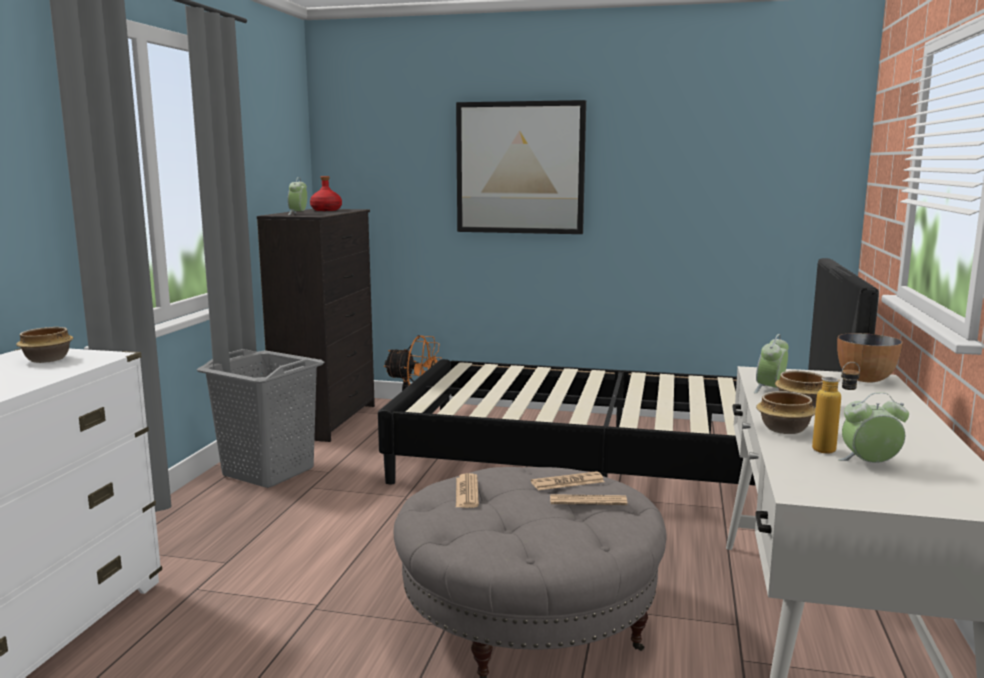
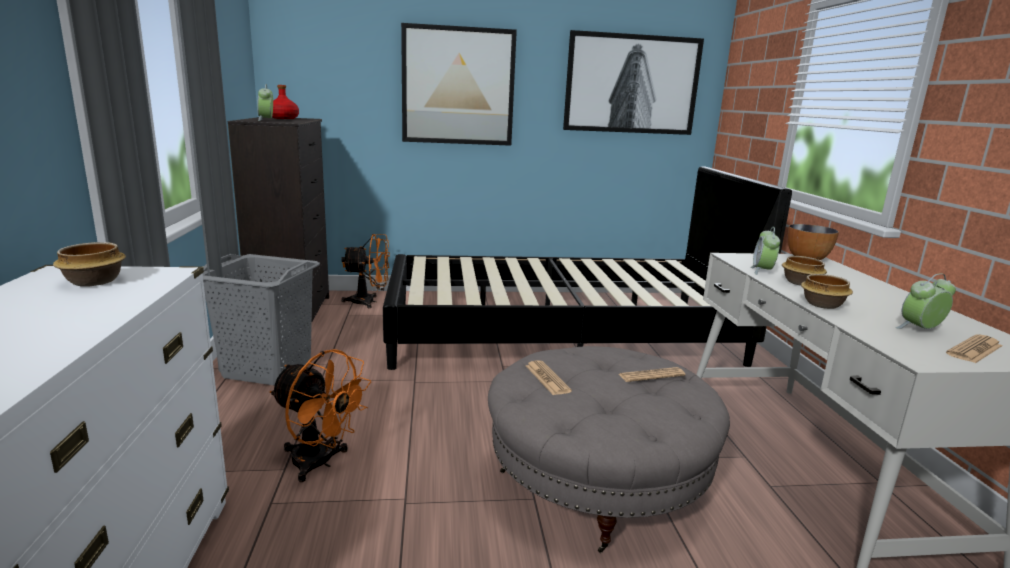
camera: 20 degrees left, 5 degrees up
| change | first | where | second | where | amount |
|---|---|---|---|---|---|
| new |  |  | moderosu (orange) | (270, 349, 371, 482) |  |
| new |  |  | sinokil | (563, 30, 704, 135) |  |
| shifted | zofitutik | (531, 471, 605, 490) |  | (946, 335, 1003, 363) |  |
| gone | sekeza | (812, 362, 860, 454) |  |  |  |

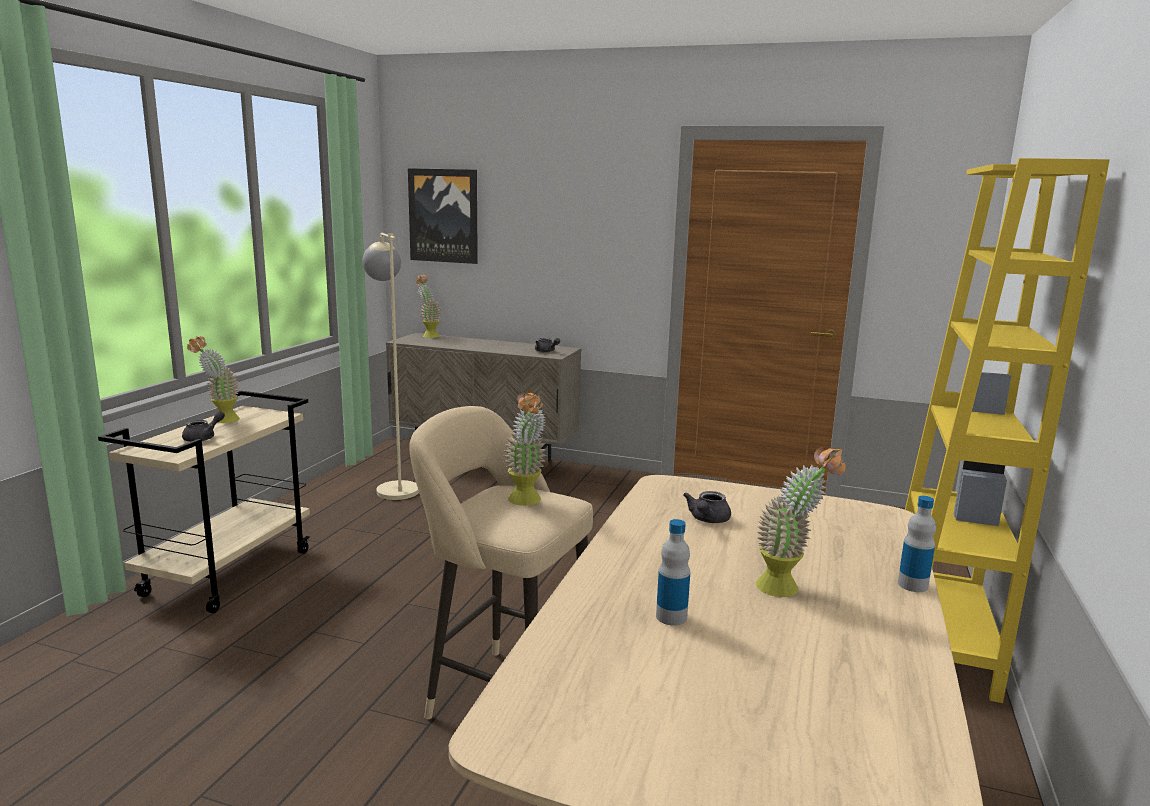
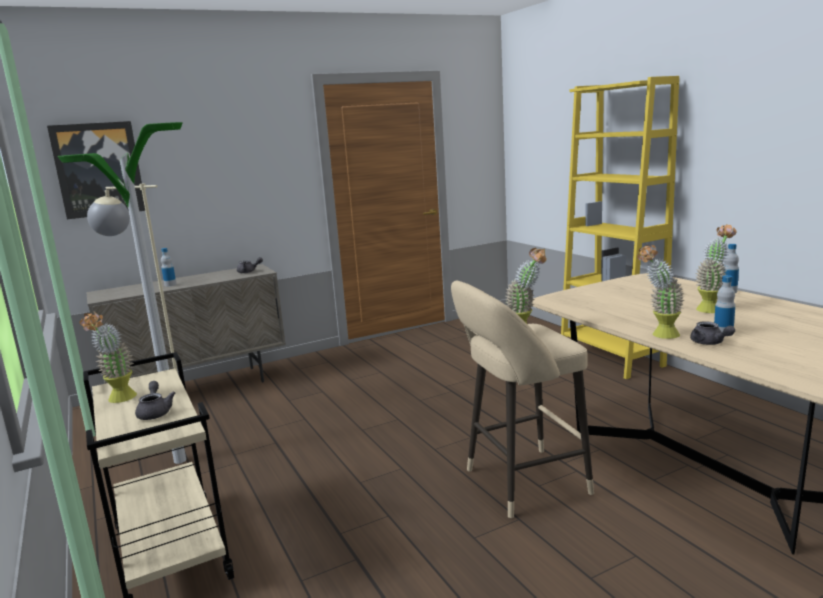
camera: 45 degrees left, 0 degrees up
| change | first | where | second | where | amount |
|---|---|---|---|---|---|
| new |  |  | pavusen | (57, 122, 186, 464) |  |
| new |  |  | sekeza | (161, 248, 176, 287) |  |
| shifted | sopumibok | (416, 275, 441, 338) |  | (637, 245, 685, 339) |  |
| shifted | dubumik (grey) | (683, 491, 731, 523) |  | (690, 322, 735, 345) |  |

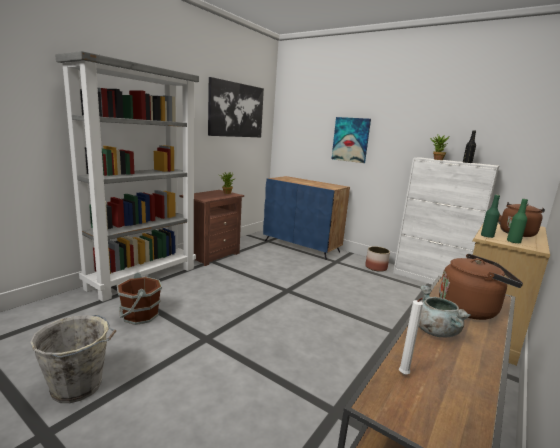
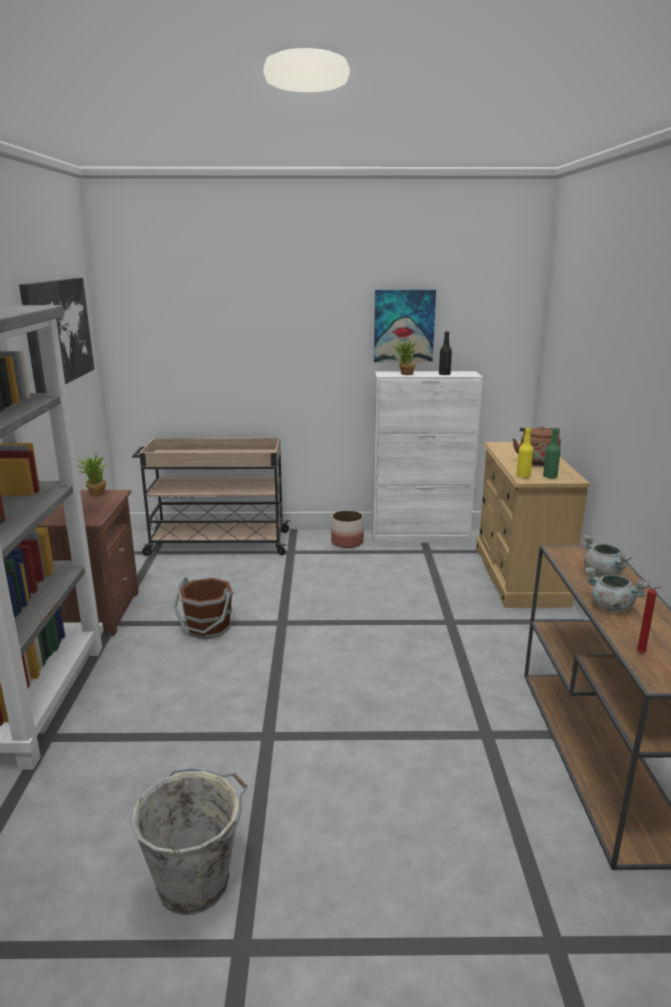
camera: 35 degrees left, 5 degrees up
| change | first | where | second | where | amount |
|---|---|---|---|---|---|
| swapped | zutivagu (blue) | (263, 176, 350, 260) | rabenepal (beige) | (132, 438, 290, 556) |  |
| shifted | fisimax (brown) | (117, 272, 162, 325) |  | (173, 577, 234, 639) |  |
| shifted | sinokil | (332, 117, 371, 163) |  | (374, 290, 436, 362) |  |
| repainted | sekeza (green) | (481, 195, 500, 238) | sekeza (yellow) | (516, 427, 533, 478) |  |
| swapped | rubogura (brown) | (439, 254, 523, 320) | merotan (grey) | (583, 535, 632, 576) |  |
| repainted | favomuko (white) | (399, 298, 423, 375) | favomuko (red) | (637, 587, 661, 653) |  |

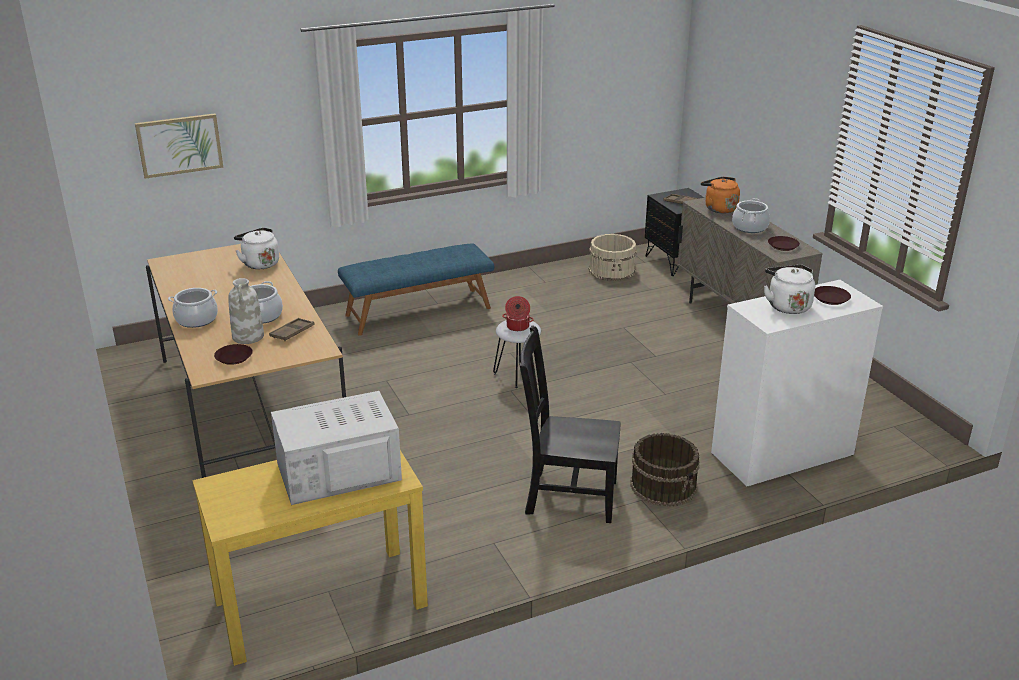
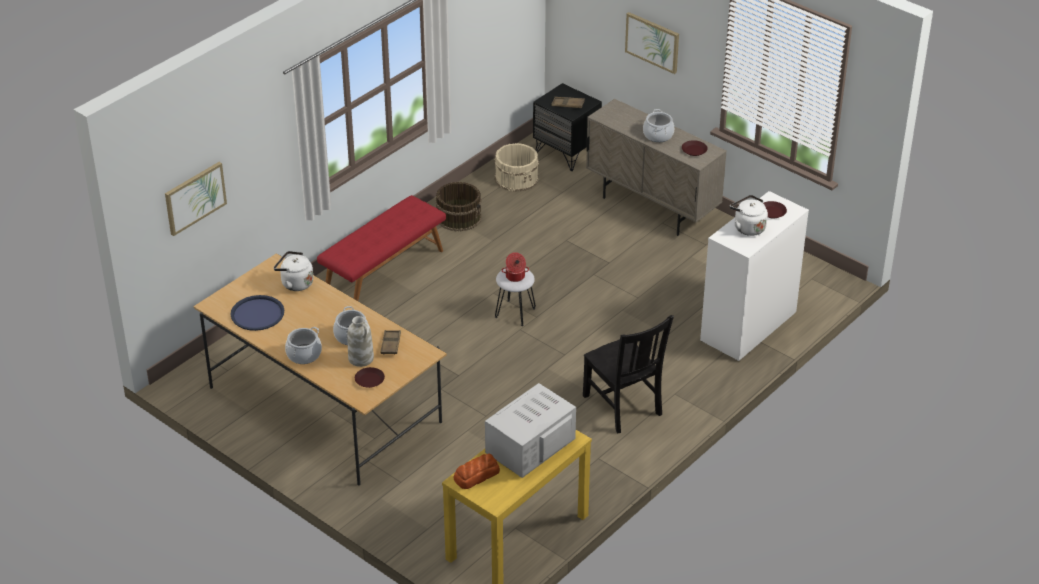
camera: 25 degrees left, 10 degrees up
| change | first | where | second | where | amount |
|---|---|---|---|---|---|
| new |  |  | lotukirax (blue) | (231, 295, 284, 331) |  |
| repainted | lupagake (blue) | (338, 243, 494, 336) | lupagake (red) | (317, 195, 446, 301) |  |
| shifted | fisimax (brown) | (630, 433, 700, 507) |  | (435, 182, 482, 232) |  |
| new |  |  | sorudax | (453, 453, 500, 489) |  |
| rotated | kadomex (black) | (519, 325, 621, 523) |  | (583, 315, 674, 434) | 105 degrees counterclockwise |
| new |  |  | sinokil | (625, 12, 679, 74) |  |
| gone | rubogura (orange) | (701, 177, 740, 213) |  |  |  |

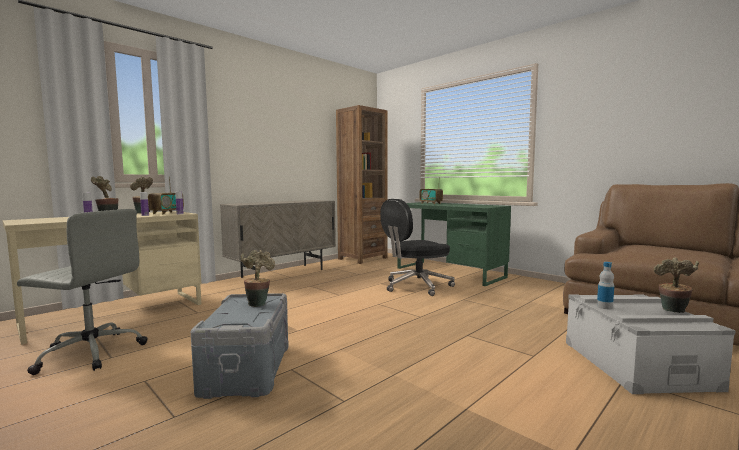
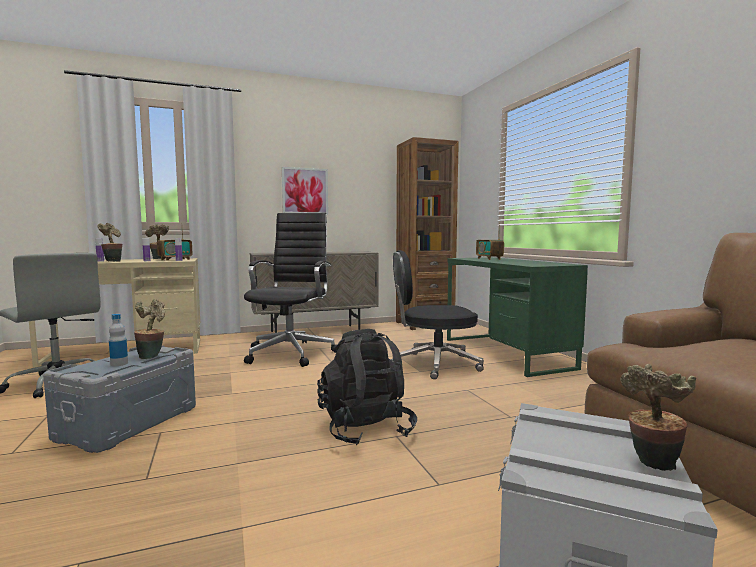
camera: 25 degrees right, 0 degrees up
| change | first | where | second | where | amount |
|---|---|---|---|---|---|
| shifted | sekeza | (597, 262, 614, 309) |  | (109, 314, 128, 366) |  |
| new |  |  | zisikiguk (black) | (244, 213, 337, 367) |  |
| new |  |  | sinokil | (282, 167, 328, 215) |  |
| new |  |  | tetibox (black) | (317, 329, 417, 445) |  |

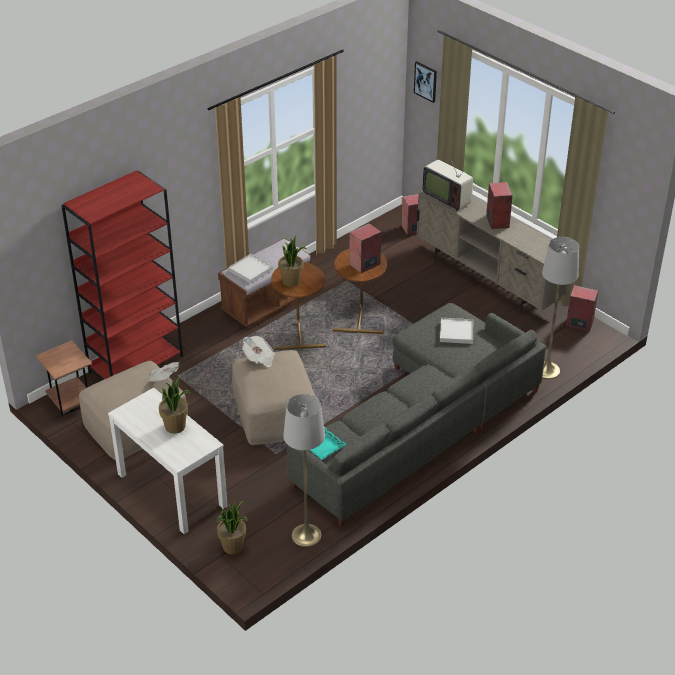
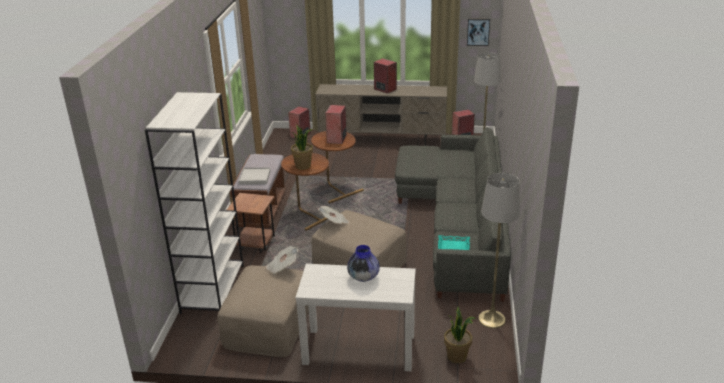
camera: 40 degrees left, 10 degrees down
| change | first | where | second | where | amount |
|---|---|---|---|---|---|
| repainted | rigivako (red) | (61, 170, 183, 380) | rigivako (white) | (145, 92, 244, 314) |  |
| shifted | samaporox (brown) | (35, 340, 92, 416) |  | (227, 193, 275, 253) |  |
| swapped | sopumibok | (159, 377, 191, 434) | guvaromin | (347, 245, 380, 282) |  |
| shifted | sinokil | (414, 61, 437, 103) |  | (467, 19, 490, 46) |  |
| gone | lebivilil | (423, 150, 473, 211) |  |  |  |
| gone | lotukirax (white) | (440, 318, 474, 344) |  |  |  |

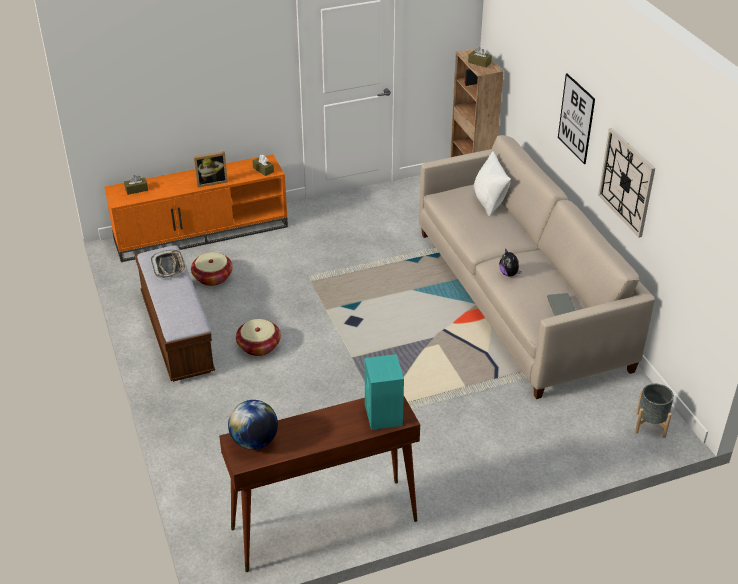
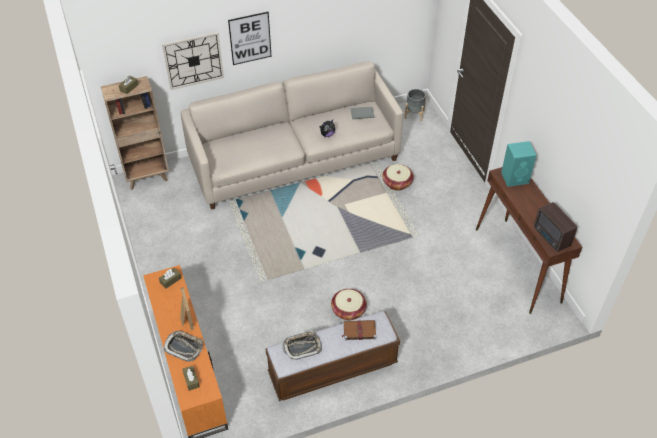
camera: 90 degrees left, 10 degrees up
| change | first | where | second | where | amount |
|---|---|---|---|---|---|
| shifted | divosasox | (598, 128, 655, 238) |  | (162, 32, 224, 90) |  |
| new |  |  | lotukirax | (164, 331, 203, 362) |  |
| new |  |  | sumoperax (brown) | (341, 320, 376, 341) |  |
| shifted | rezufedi | (191, 252, 233, 286) |  | (382, 164, 414, 191) |  |
| swapped | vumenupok | (228, 400, 278, 450) | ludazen | (534, 202, 577, 252) |  |
| gone | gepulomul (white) | (474, 151, 511, 216) |  |  |  |

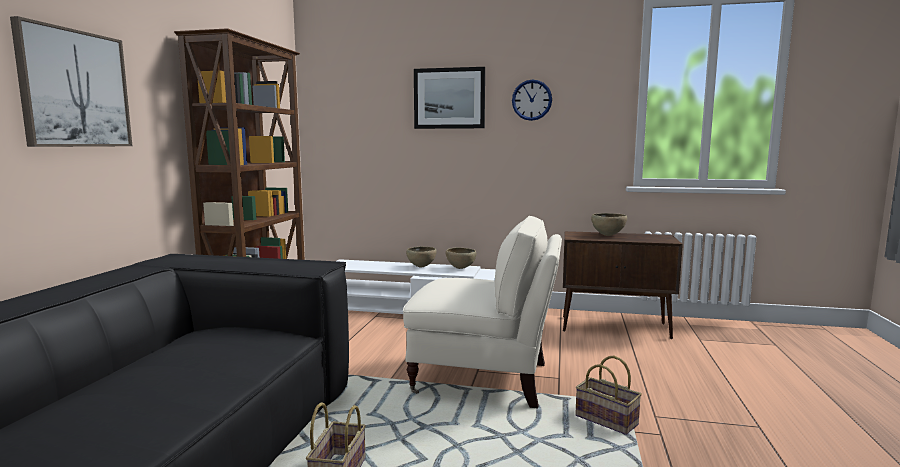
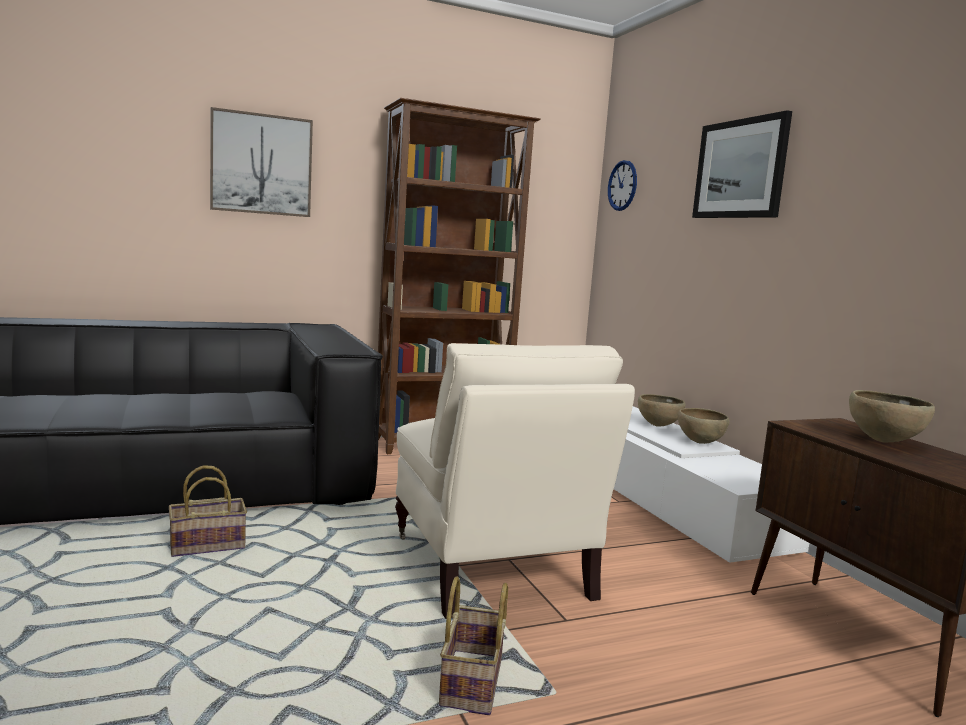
camera: 55 degrees right, 0 degrees up
| change | first | where | second | where | amount |
|---|---|---|---|---|---|
| shifted | divosasox | (512, 79, 552, 121) |  | (608, 160, 637, 211) |  |

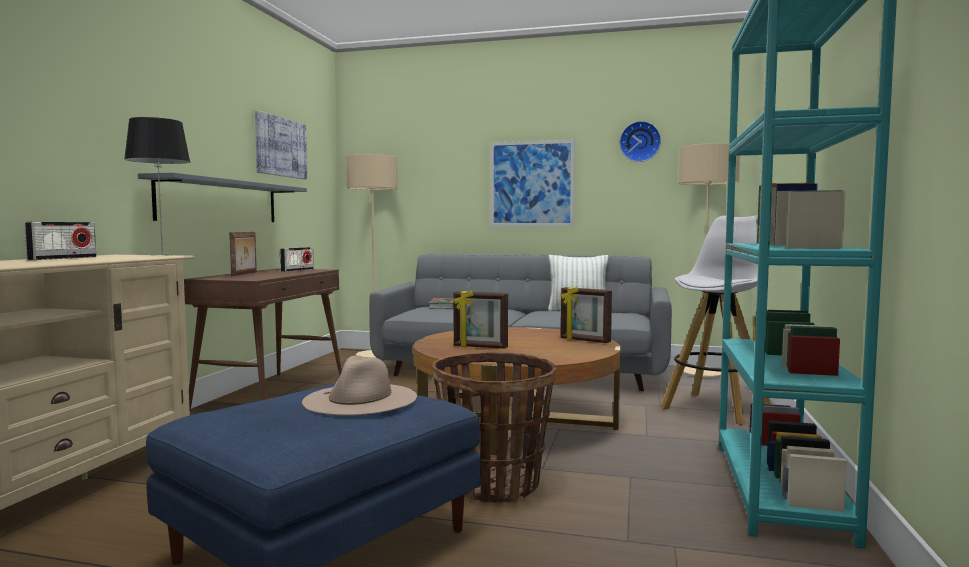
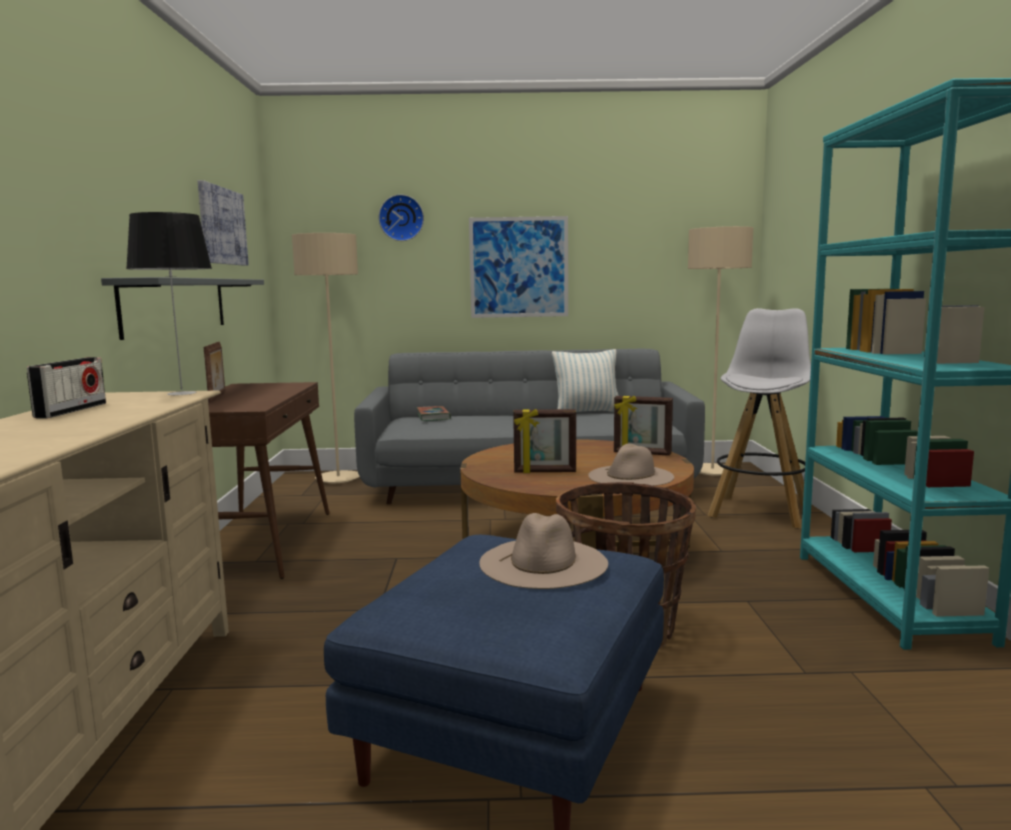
camera: 15 degrees left, 5 degrees up
| change | first | where | second | where | amount |
|---|---|---|---|---|---|
| shifted | divosasox | (620, 121, 661, 162) |  | (379, 194, 424, 241) |  |
| new |  |  | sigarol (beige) | (588, 444, 674, 486) |  |
| gone | ludazen | (280, 247, 314, 272) |  |  |  |

